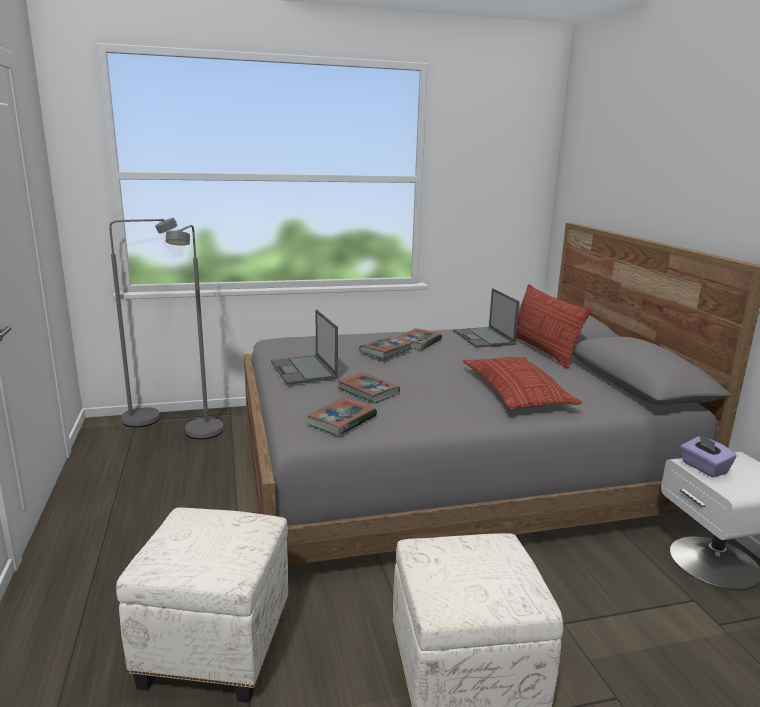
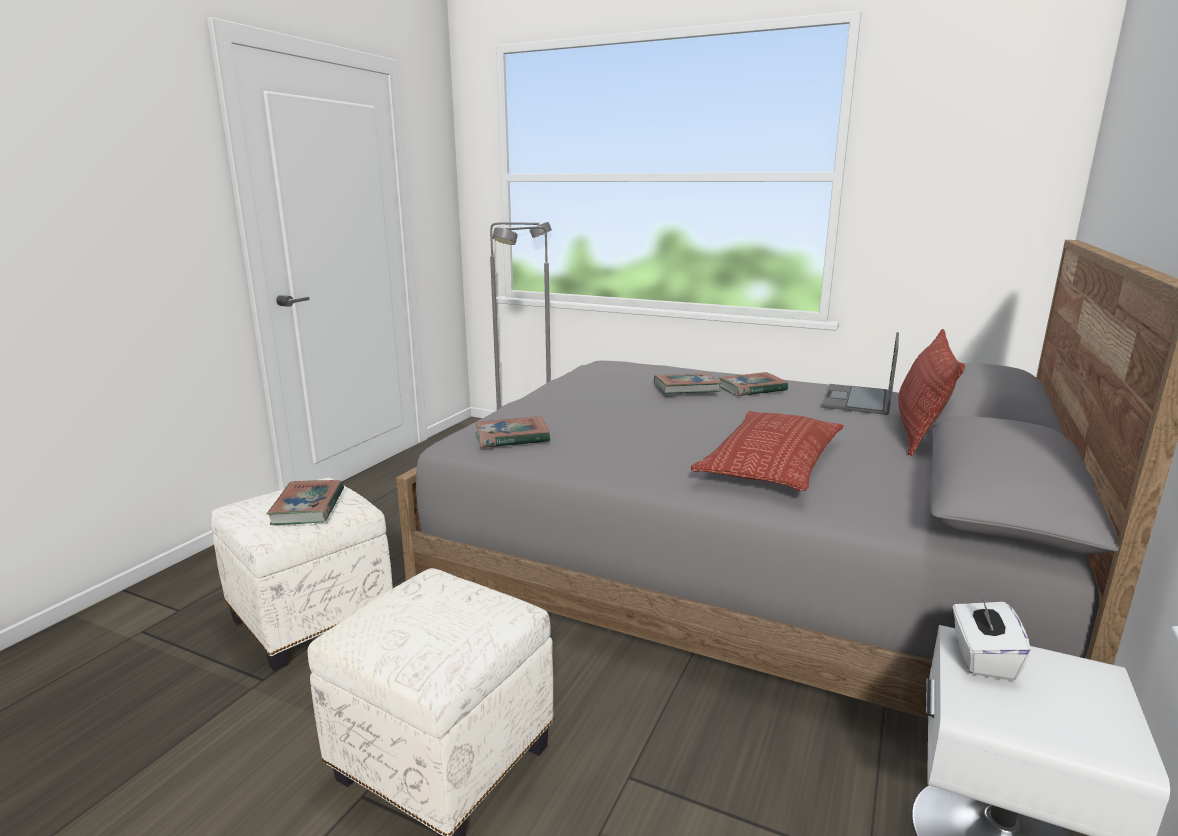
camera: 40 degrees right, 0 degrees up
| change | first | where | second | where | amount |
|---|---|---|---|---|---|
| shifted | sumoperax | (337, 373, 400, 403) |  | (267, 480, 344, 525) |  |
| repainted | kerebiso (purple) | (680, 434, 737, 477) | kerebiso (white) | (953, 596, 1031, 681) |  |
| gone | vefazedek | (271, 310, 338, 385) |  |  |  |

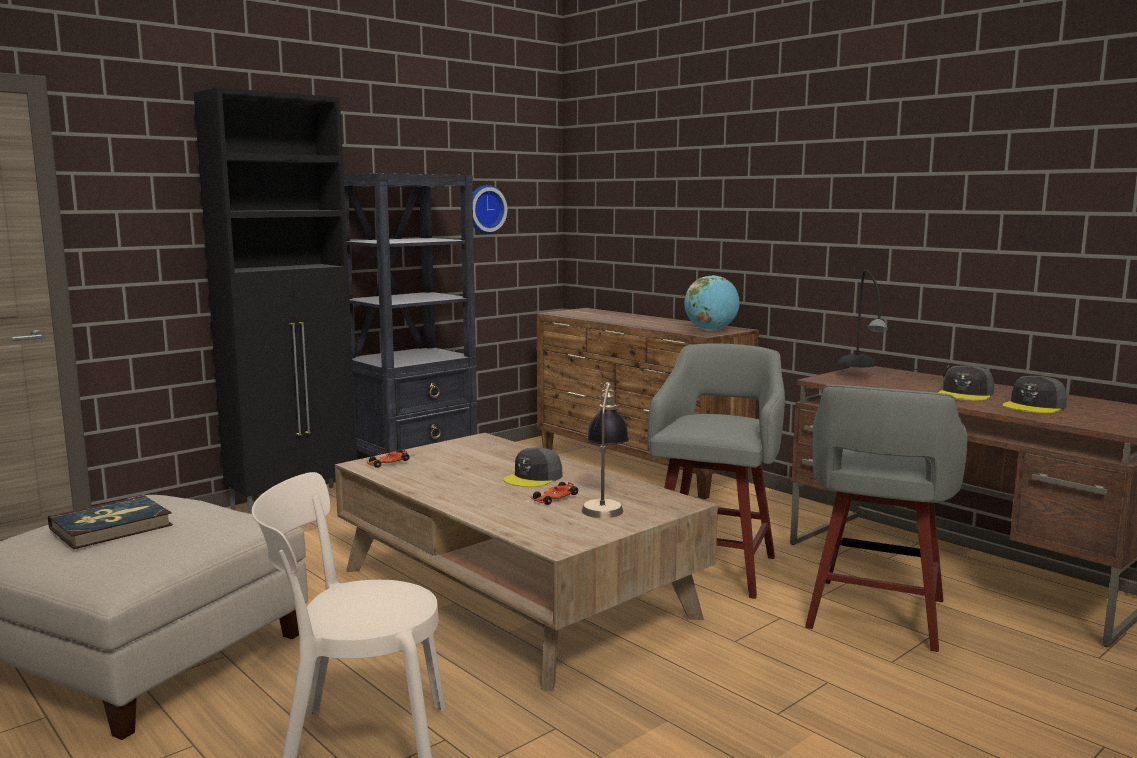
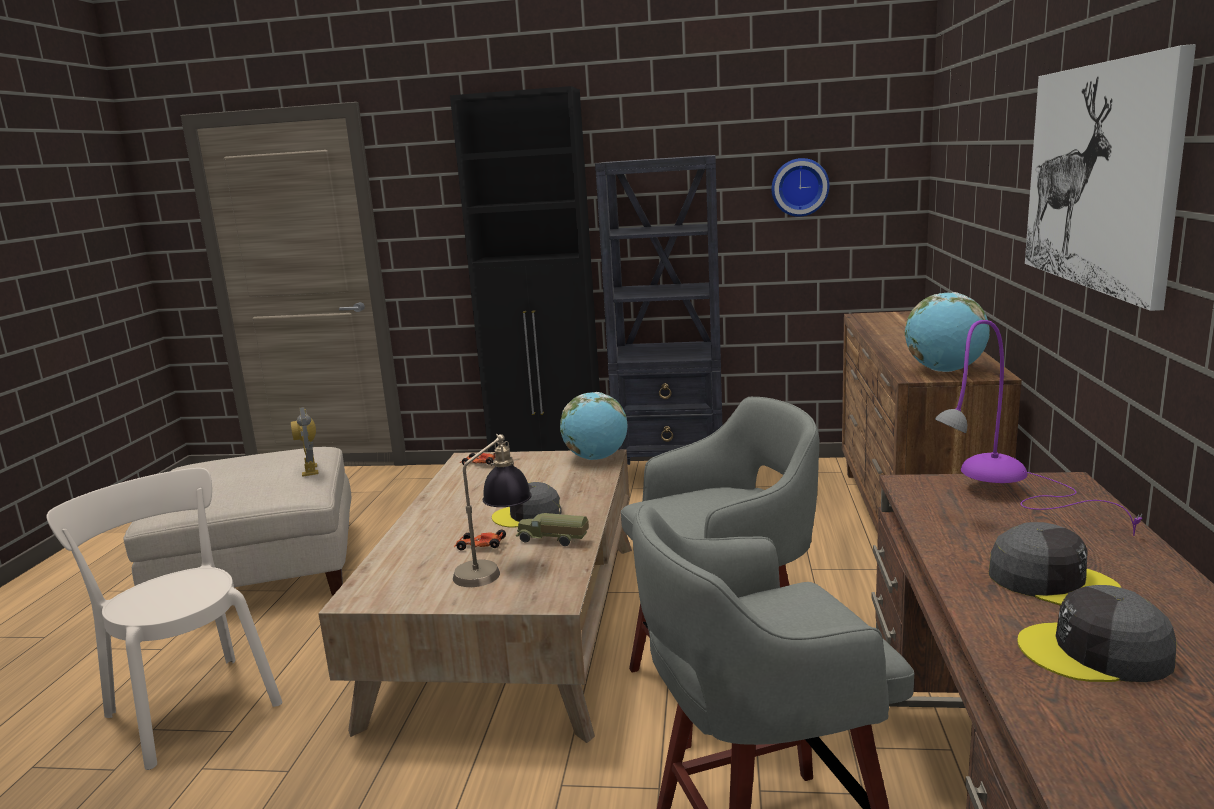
camera: 50 degrees right, 5 degrees up
| change | first | where | second | where | amount |
|---|---|---|---|---|---|
| new |  |  | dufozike | (291, 407, 319, 477) |  |
| new |  |  | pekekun | (516, 513, 589, 546) |  |
| new |  |  | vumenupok | (560, 392, 628, 460) |  |
| repainted | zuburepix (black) | (838, 269, 949, 378) | zuburepix (purple) | (935, 320, 1142, 536) |  |
| rotated | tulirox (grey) | (938, 365, 994, 401) |  | (989, 522, 1121, 605) | 135 degrees counterclockwise |
| new |  |  | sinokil | (1025, 44, 1196, 311) |  |
| gone | sumoperax | (48, 496, 173, 549) |  |  |  |

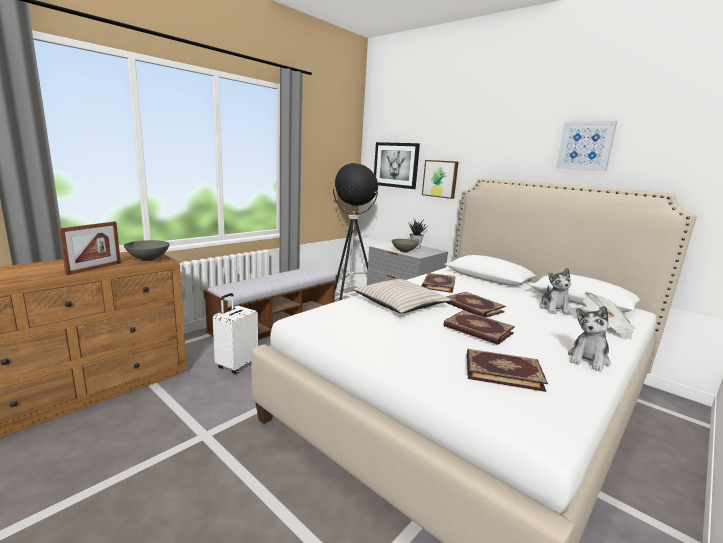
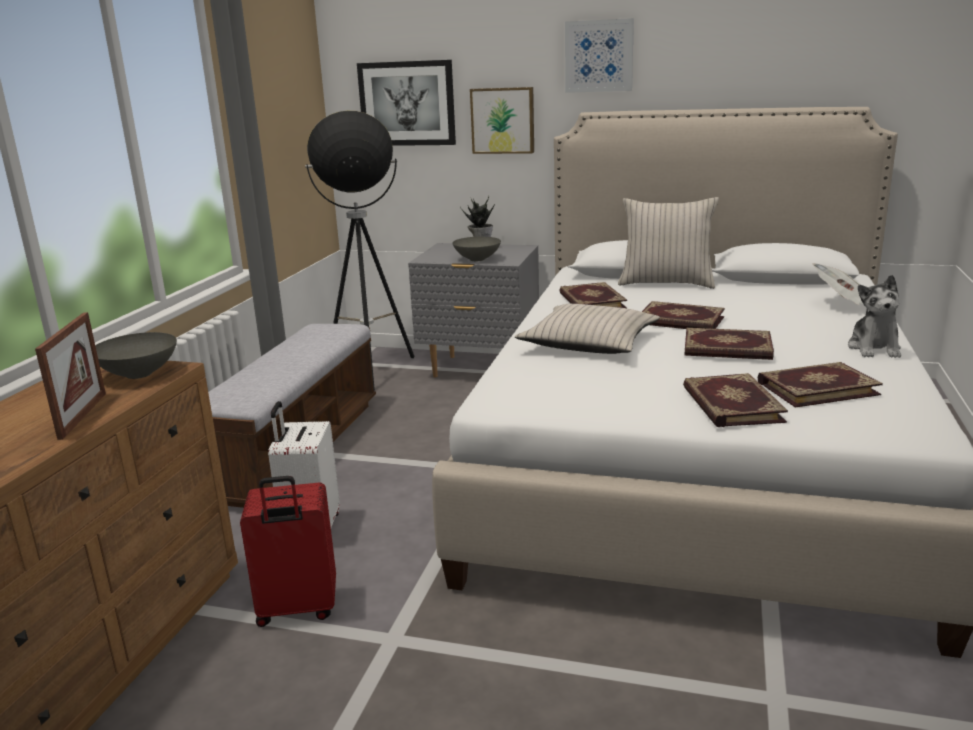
camera: 25 degrees left, 5 degrees up
| change | first | where | second | where | amount |
|---|---|---|---|---|---|
| new |  |  | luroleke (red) | (240, 476, 336, 627) |  |
| shifted | sinokil | (556, 121, 617, 171) |  | (565, 18, 634, 93) |  |
| new |  |  | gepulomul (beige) | (618, 197, 719, 289) |  |
| new |  |  | sumoperax | (683, 373, 788, 427) |  |
| gone | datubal | (539, 268, 571, 315) |  |  |  |

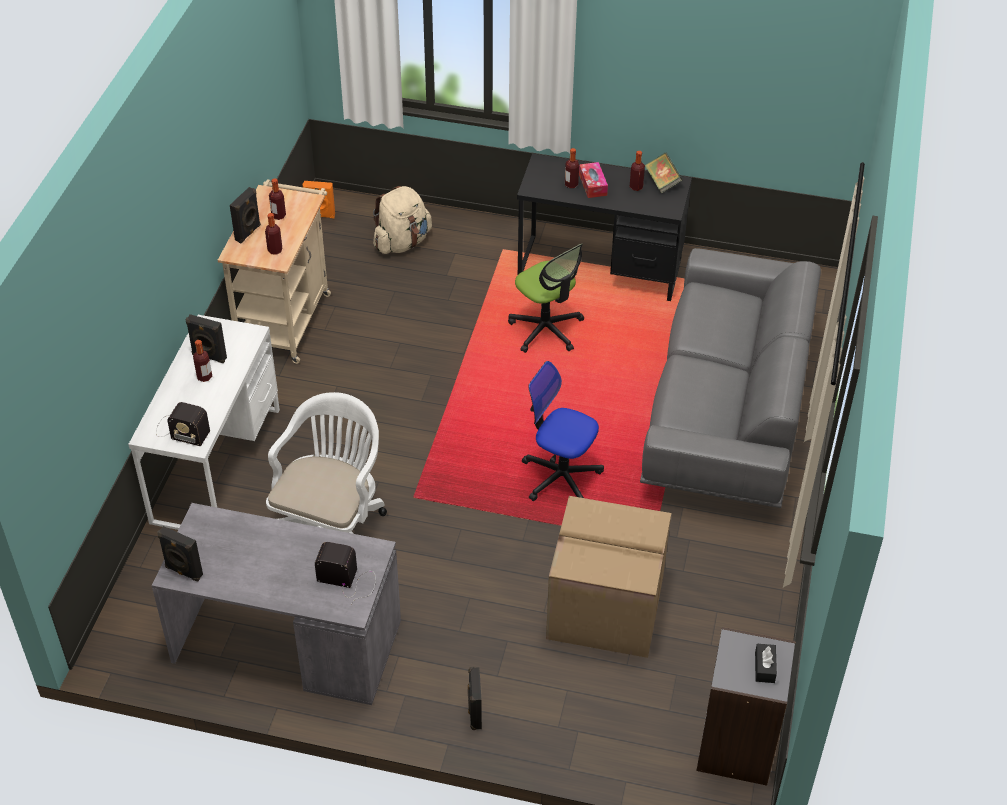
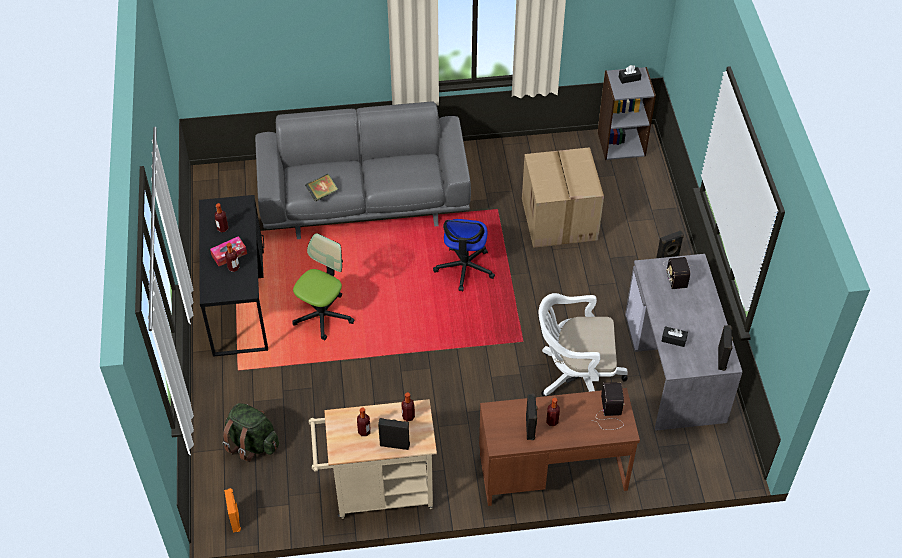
camera: 110 degrees left, 5 degrees up
| change | first | where | second | where | amount |
|---|---|---|---|---|---|
| repainted | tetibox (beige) | (373, 186, 432, 254) | tetibox (green) | (222, 403, 279, 462) |  |
| shifted | sumoperax | (645, 153, 683, 193) |  | (305, 174, 338, 202) |  |
| repainted | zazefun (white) | (128, 315, 280, 530) | zazefun (brown) | (479, 388, 640, 506) |  |
| new |  |  | kerebiso (black) | (662, 326, 688, 347) |  |

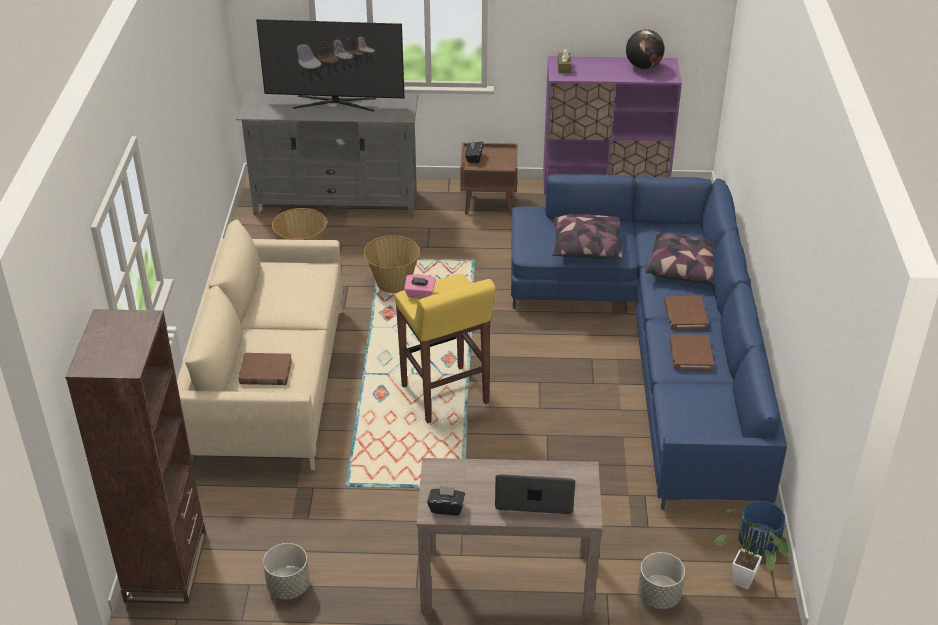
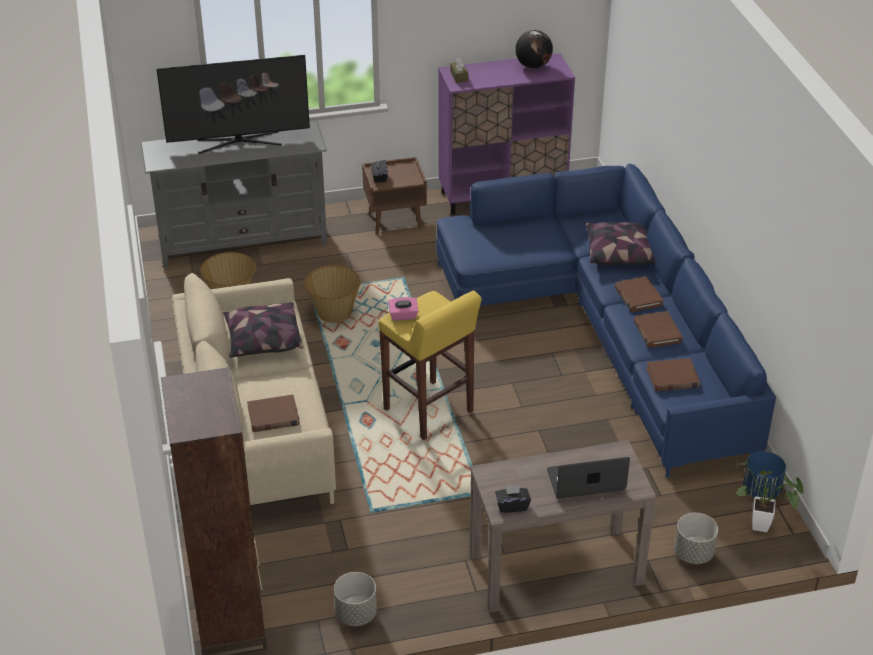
camera: 15 degrees left, 0 degrees up
| change | first | where | second | where | amount |
|---|---|---|---|---|---|
| shifted | gepulomul | (552, 214, 623, 259) |  | (223, 302, 304, 358) |  |
| new |  |  | sumoperax (brown) | (646, 358, 700, 391) |  |

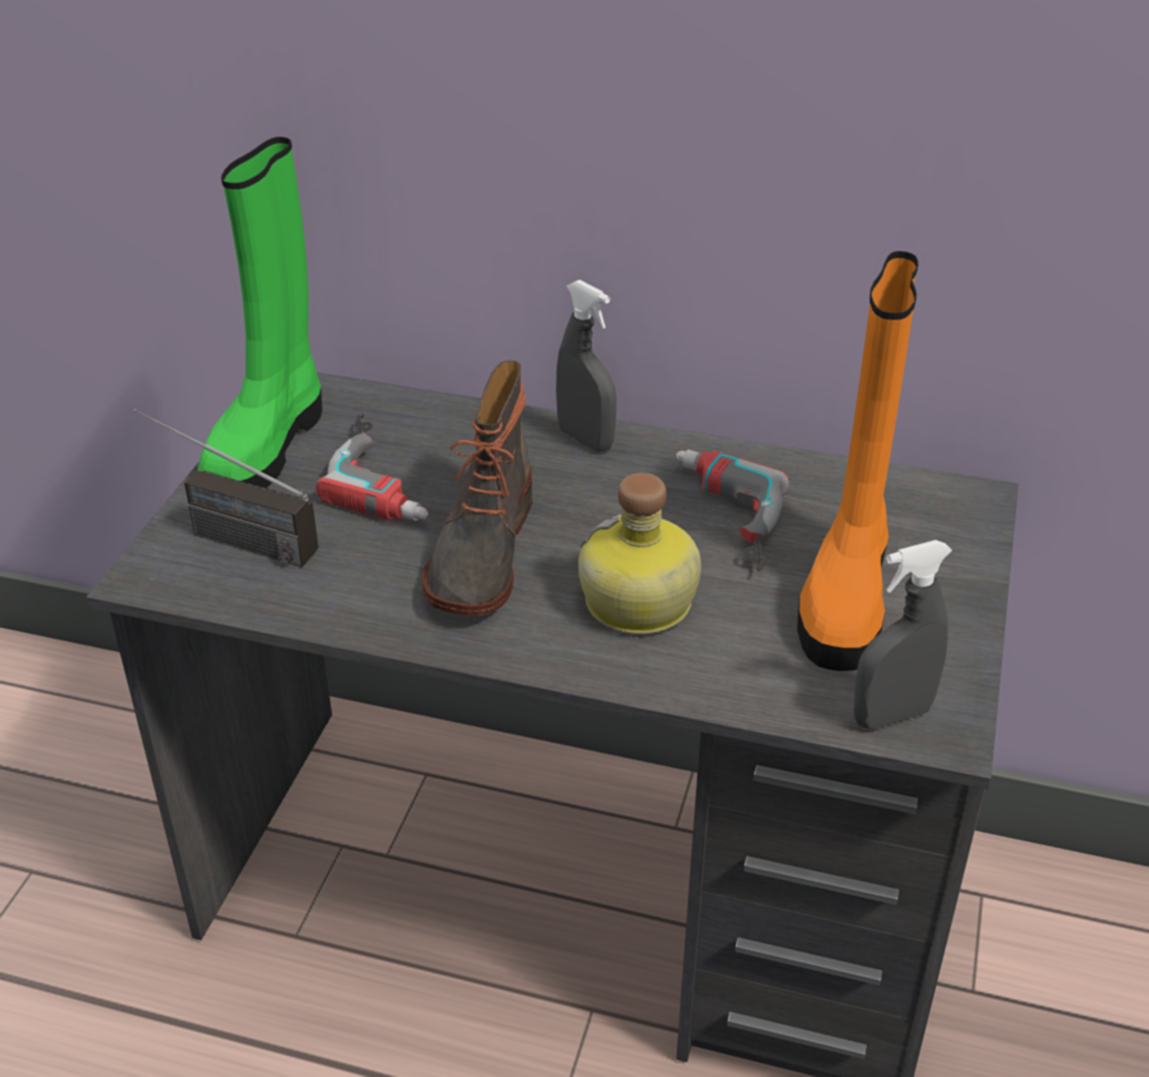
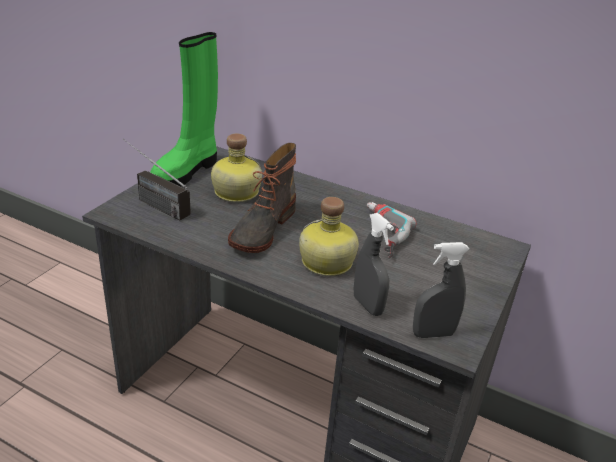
camera: 10 degrees right, 5 degrees down
| change | first | where | second | where | amount |
|---|---|---|---|---|---|
| swapped | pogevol | (316, 413, 429, 521) | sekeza | (211, 134, 262, 202) |  |
| shifted | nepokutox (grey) | (556, 280, 617, 452) |  | (354, 213, 394, 316) |  |
| gone | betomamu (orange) | (797, 251, 918, 671) |  |  |  |

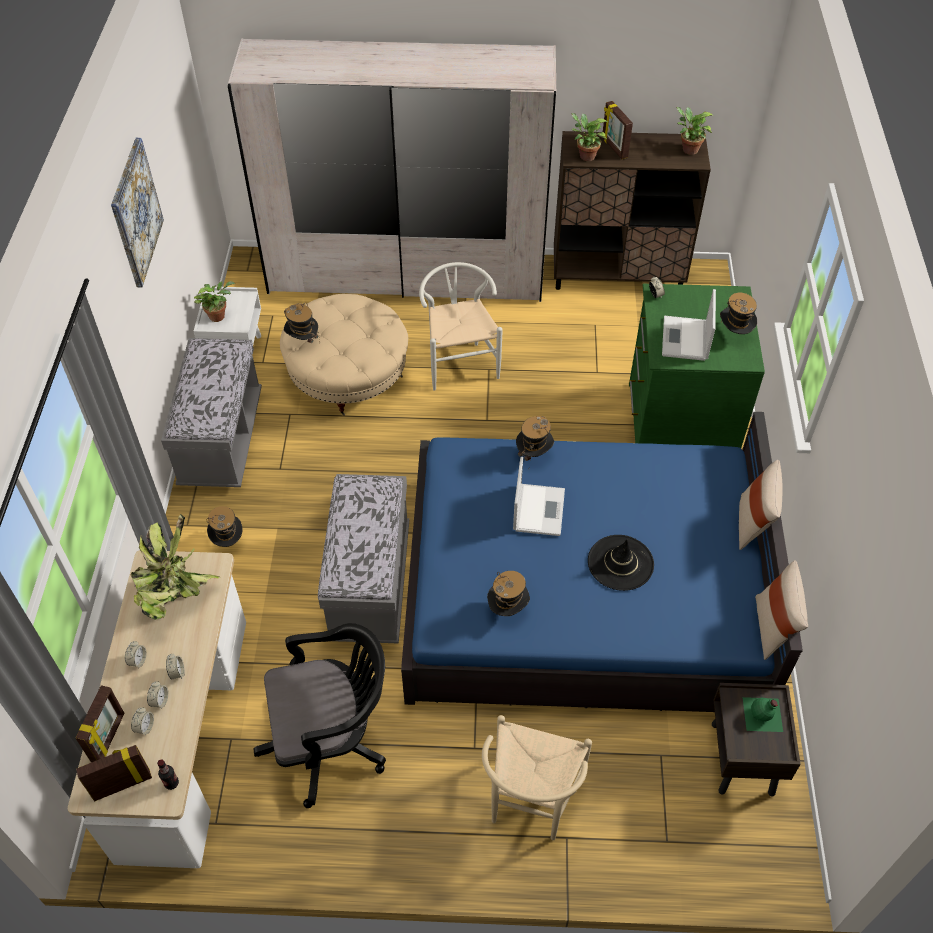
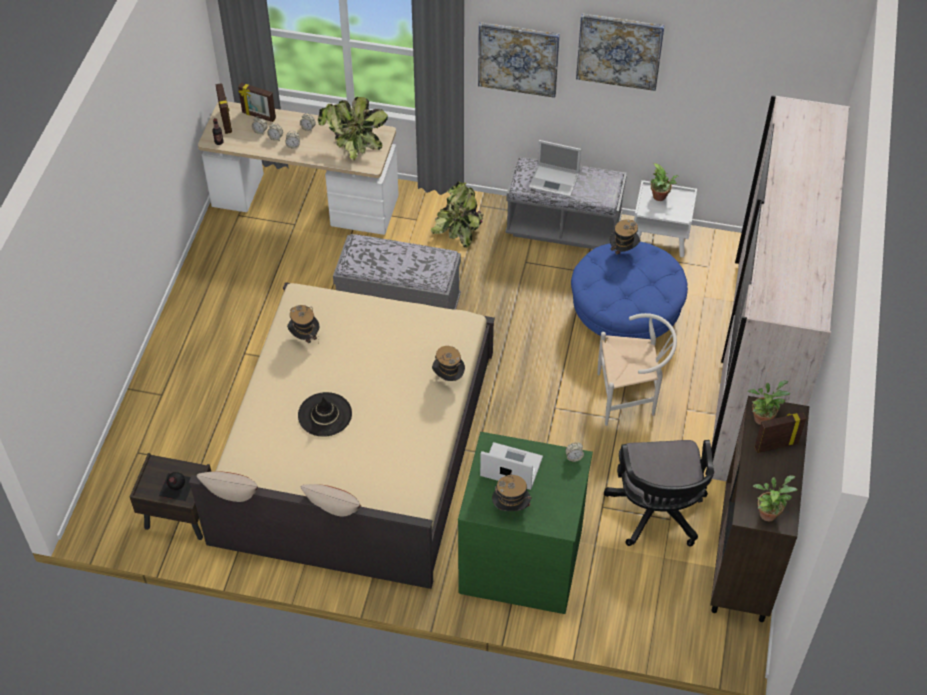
camera: 100 degrees right, 0 degrees up
| change | first | where | second | where | amount |
|---|---|---|---|---|---|
| repainted | sekeza (green) | (743, 697, 783, 732) | sekeza (black) | (159, 472, 191, 501) |  |
| repainted | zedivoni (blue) | (401, 412, 803, 712) | zedivoni (beige) | (189, 282, 495, 589) |  |
| swapped | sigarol | (207, 506, 243, 547) | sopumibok | (431, 181, 484, 248) |  |
| new |  |  | sinokil | (478, 22, 560, 98) |  |
| shifted | vefazedek | (513, 457, 565, 536) |  | (529, 140, 581, 197) |  |
| repainted | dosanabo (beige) | (280, 294, 408, 416) | dosanabo (blue) | (571, 242, 688, 339) |  |
| shifted | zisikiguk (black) | (253, 623, 386, 808) |  | (604, 440, 714, 547) |  |
| gone | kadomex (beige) | (482, 715, 592, 840) |  |  |  |

